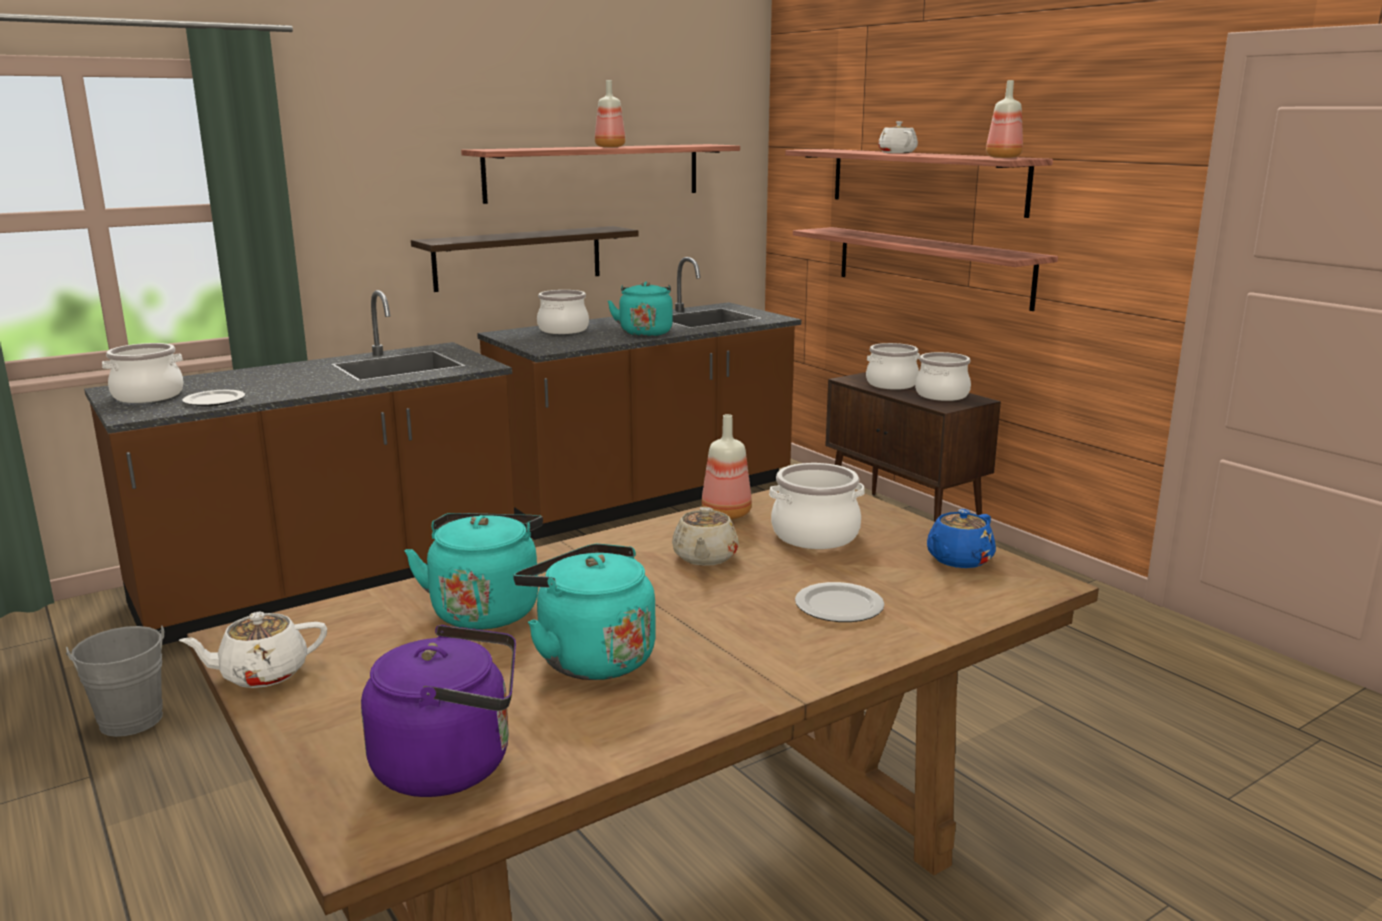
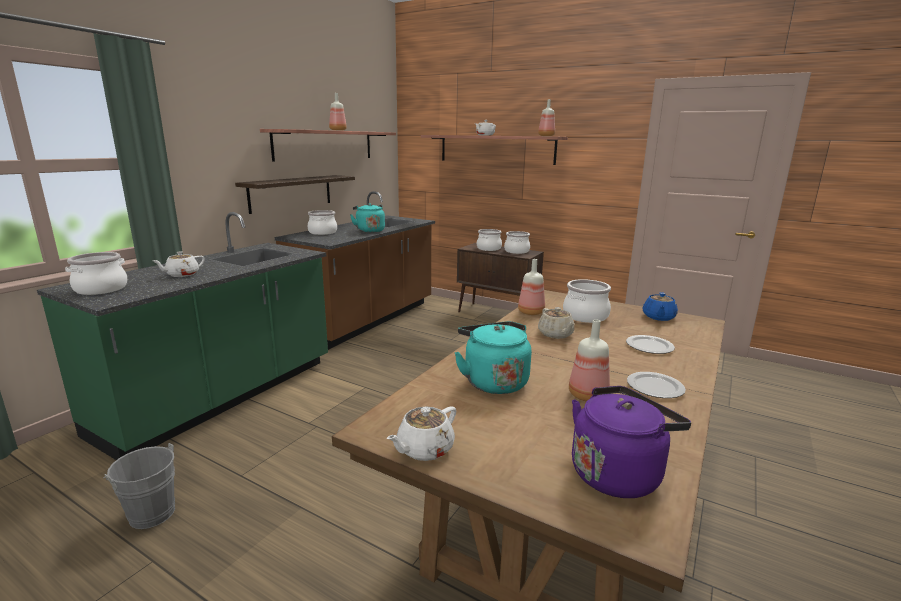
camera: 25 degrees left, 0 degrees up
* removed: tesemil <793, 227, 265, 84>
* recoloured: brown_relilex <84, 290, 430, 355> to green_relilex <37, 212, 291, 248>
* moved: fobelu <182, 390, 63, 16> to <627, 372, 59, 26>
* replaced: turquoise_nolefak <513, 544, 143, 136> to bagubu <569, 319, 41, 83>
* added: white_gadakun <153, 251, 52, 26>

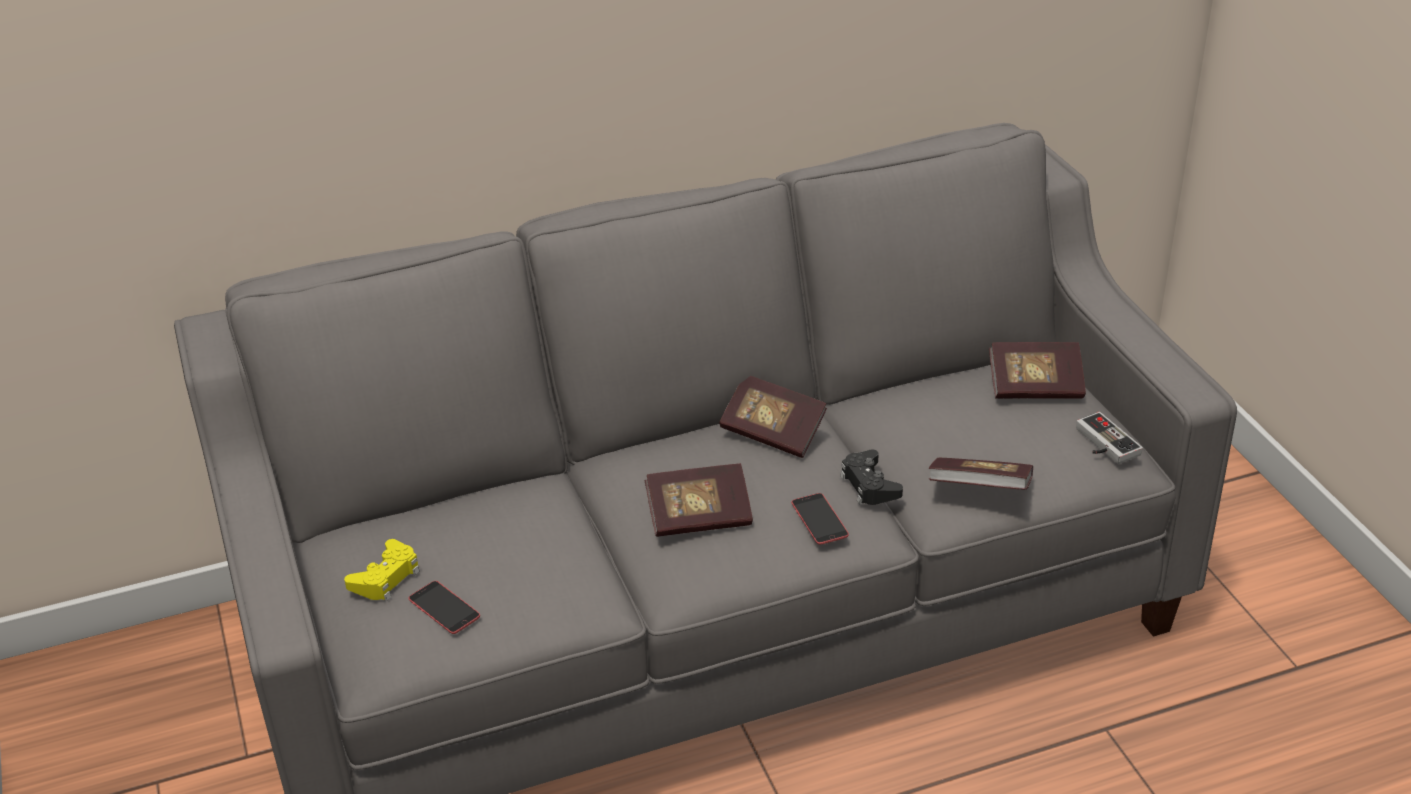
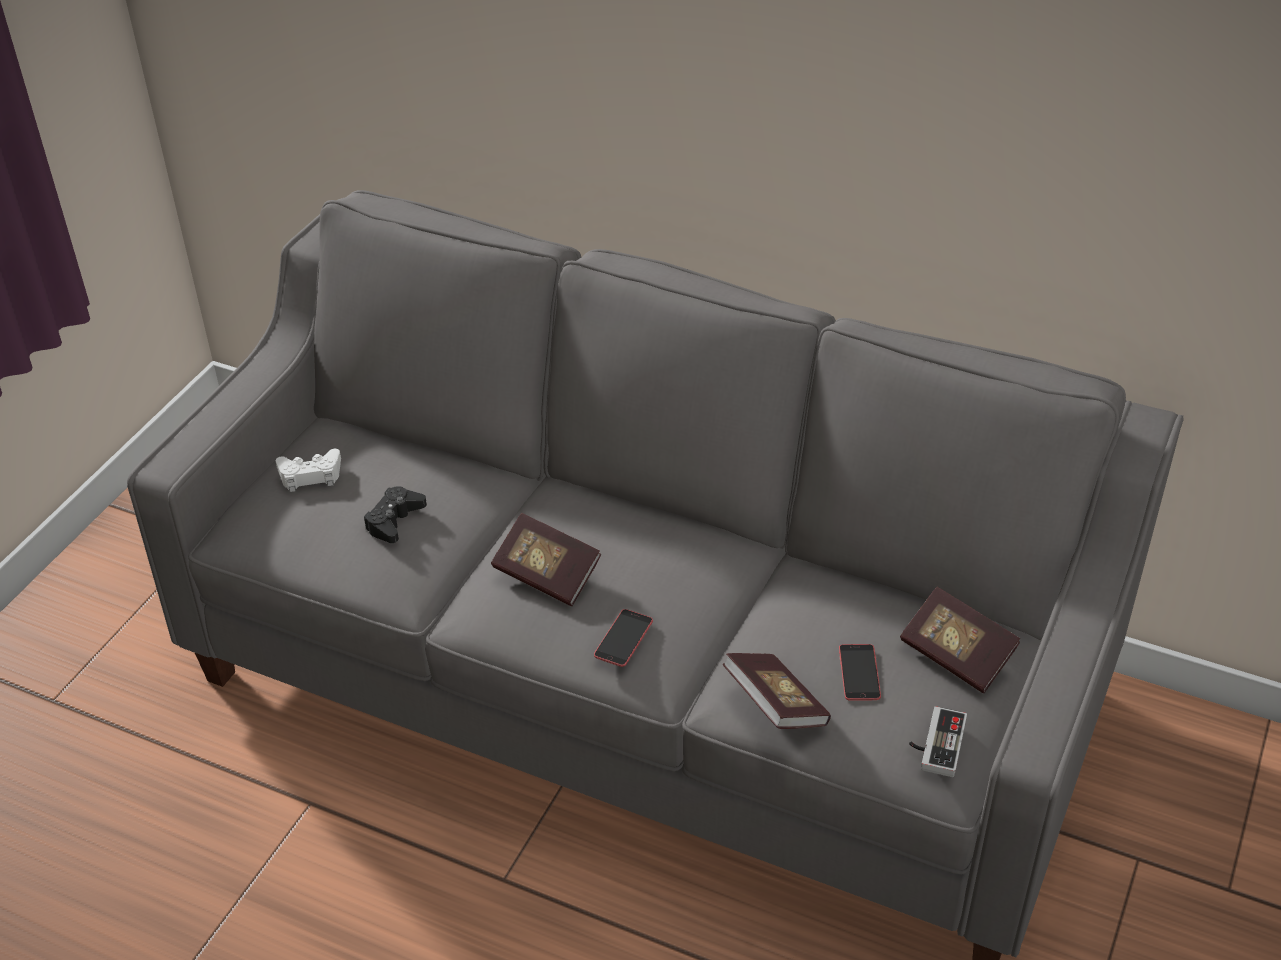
camera: 45 degrees right, 5 degrees up
* removed: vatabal <719, 376, 108, 82>
* moved: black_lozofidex <840, 450, 63, 55> to <364, 486, 63, 57>
* recoloured: yellow_lozofidex <344, 539, 76, 62> to white_lozofidex <276, 449, 65, 43>
* moved: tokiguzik <408, 581, 72, 53> to <839, 644, 42, 57>

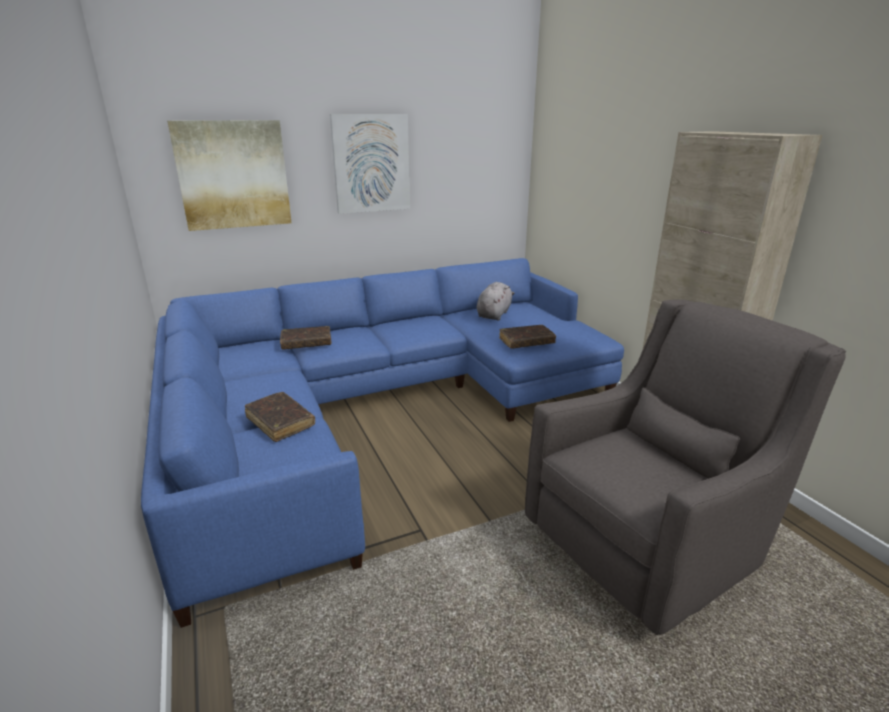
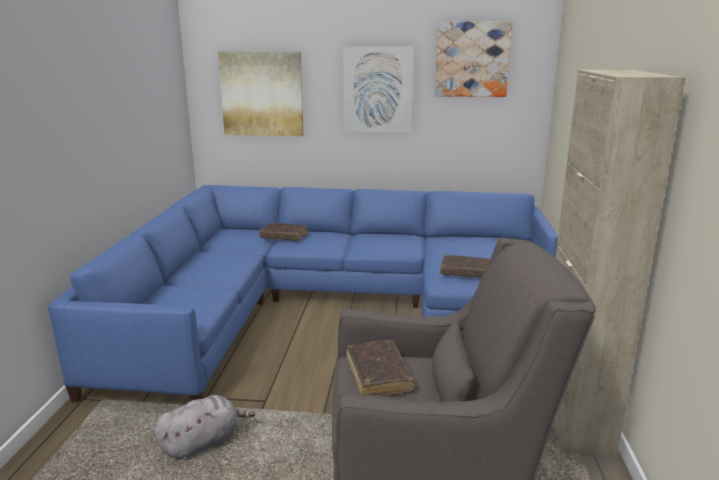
camera: 30 degrees right, 5 degrees down
* moved: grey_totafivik <477, 282, 38, 38> to <154, 395, 101, 66>
* moved: brown_vatabal <245, 392, 70, 50> to <346, 340, 69, 56>
* added: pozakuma <435, 21, 77, 76>

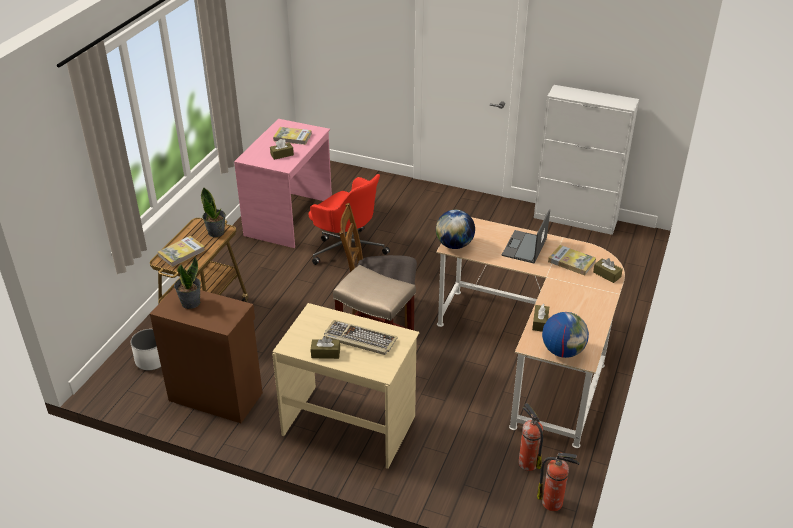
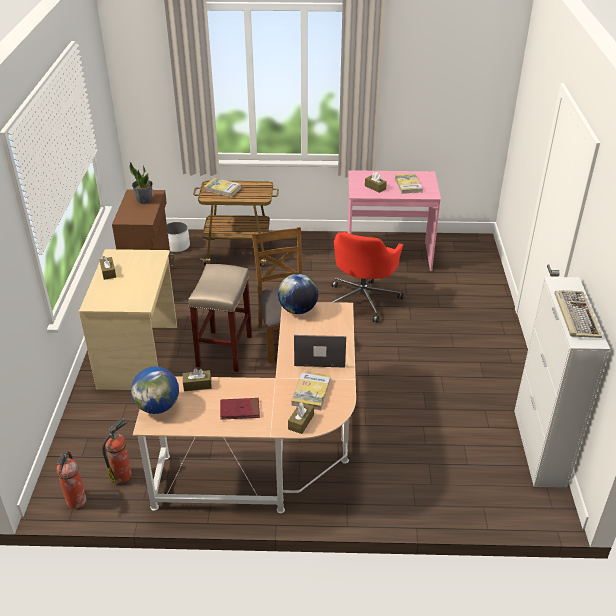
camera: 70 degrees right, 0 degrees up
* removed: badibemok <201, 187, 25, 50>
* moved: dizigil <324, 320, 74, 35> to <554, 290, 48, 48>
* added: red_vatabal <220, 398, 40, 22>

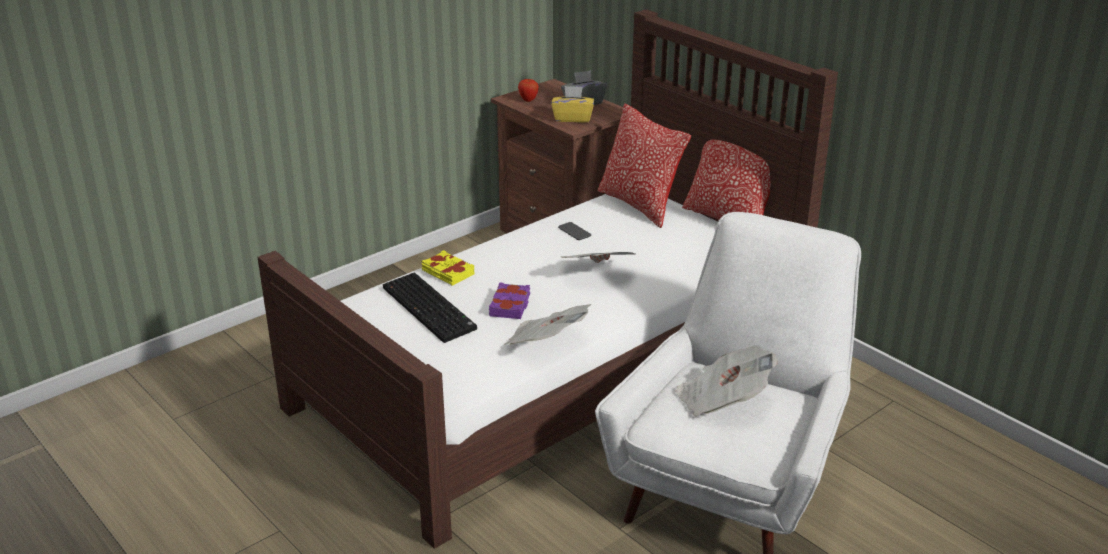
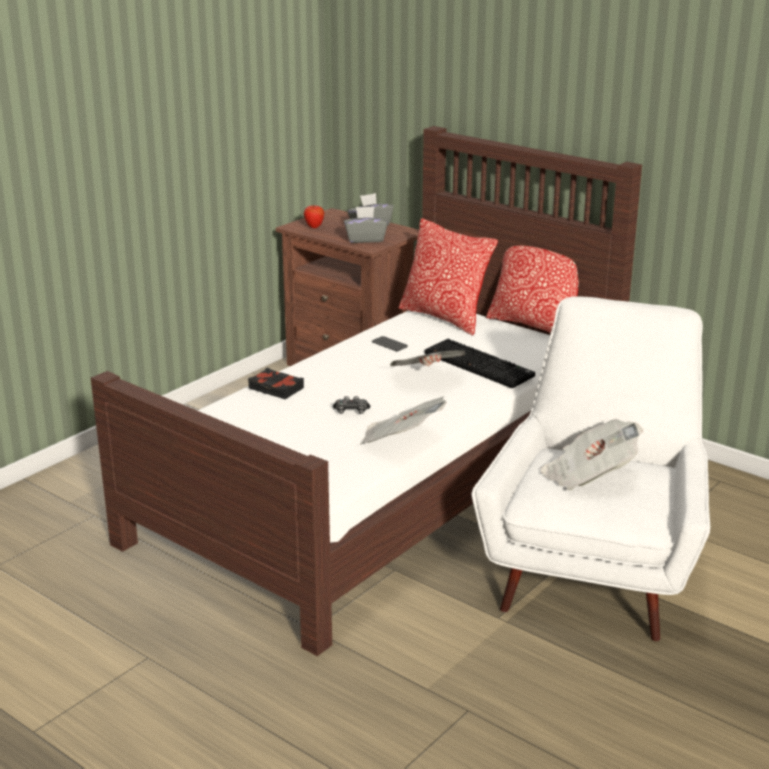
camera: 10 degrees left, 5 degrees down
* recoloured: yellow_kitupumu <551, 86, 43, 37> to grey_kitupumu <344, 207, 44, 36>
* recoloured: yellow_vatabal <422, 250, 52, 36> to black_vatabal <248, 368, 56, 31>
* moved: dizigil <383, 273, 94, 70> to <424, 339, 111, 49>
* replaced: purple_vatabal <489, 282, 41, 37> to lozofidex <333, 396, 37, 18>

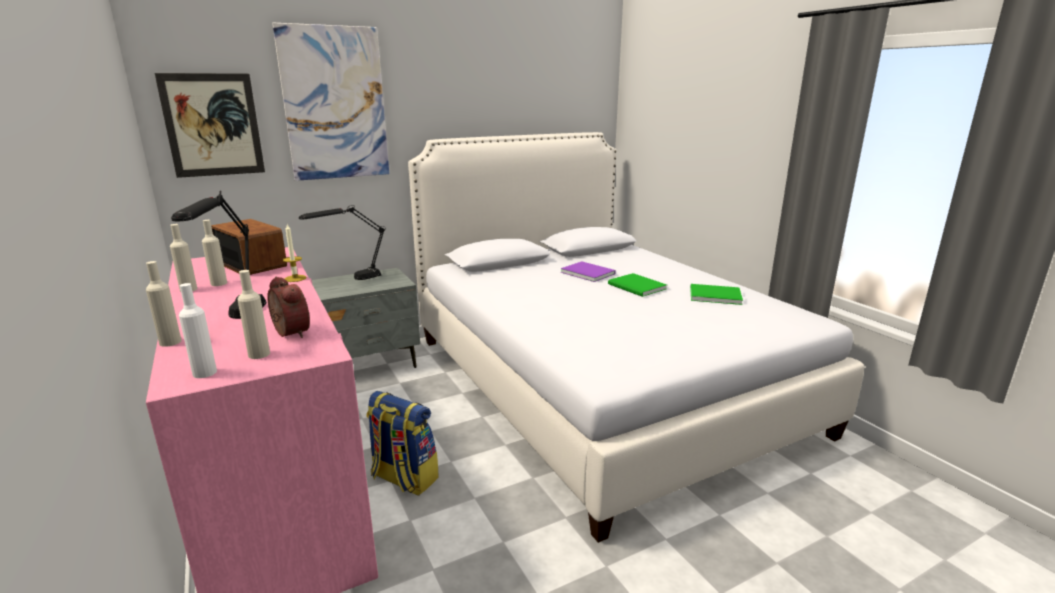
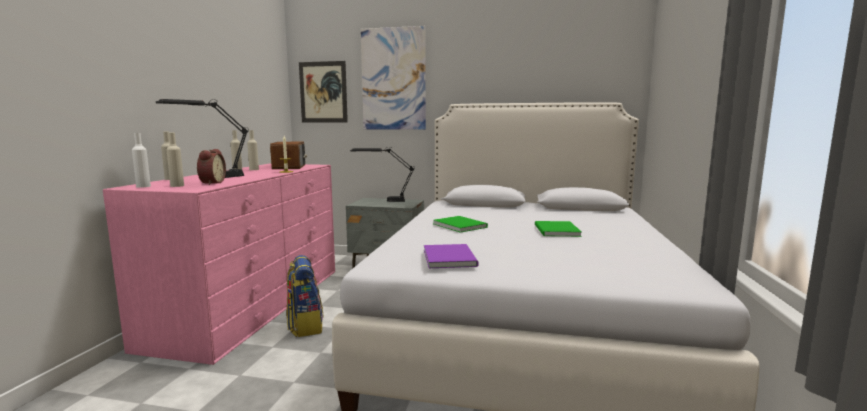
camera: 40 degrees right, 10 degrees down
* moved: purple_vatabal <561, 261, 55, 21> to <424, 244, 55, 24>
* moved: green_vatabal <690, 284, 53, 21> to <434, 216, 54, 17>

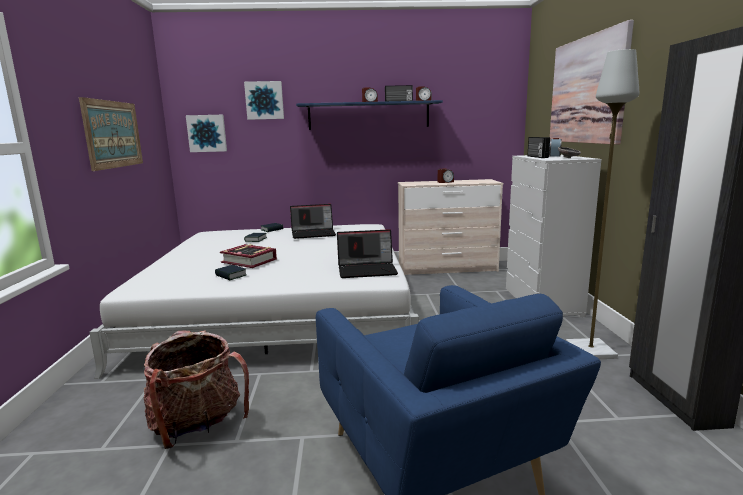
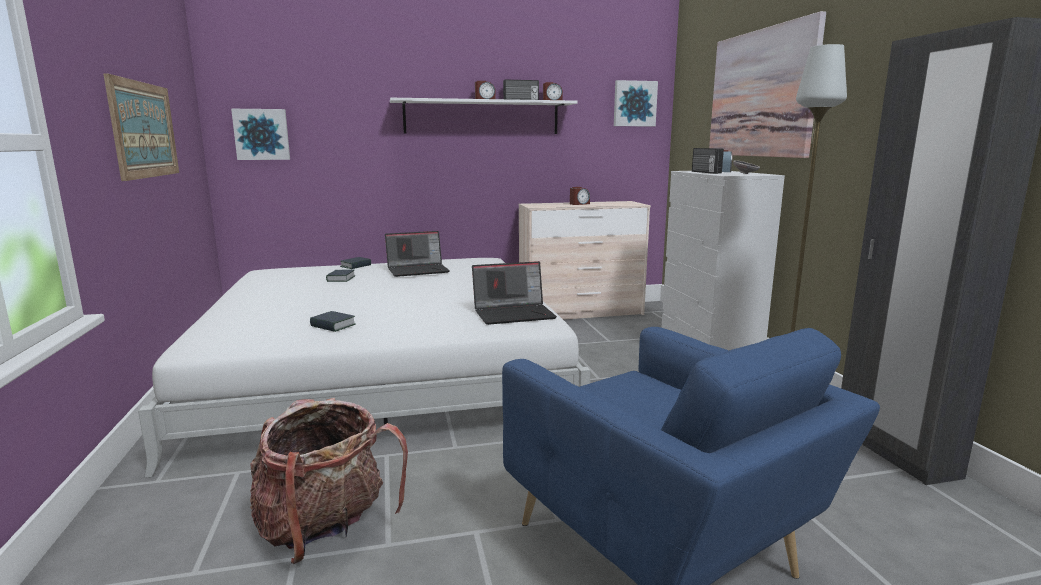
camera: 10 degrees left, 0 degrees up
* moved: pozakuma <244, 81, 40, 39> to <614, 80, 44, 46>
* recoloured: blue_tesemil <296, 100, 147, 30> to white_tesemil <390, 98, 188, 36>
* removed: vatabal <220, 244, 57, 24>

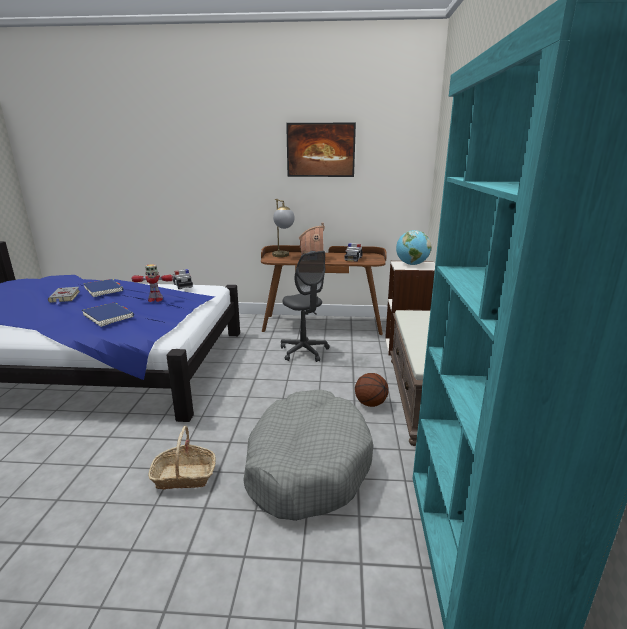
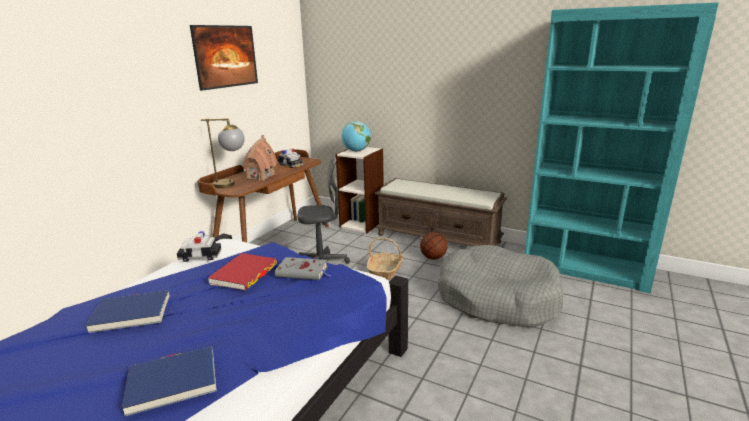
camera: 65 degrees left, 0 degrees up
* replaced: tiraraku <132, 264, 41, 38> to red_vatabal <208, 253, 69, 37>
* moved: grey_vatabal <48, 287, 32, 18> to <275, 257, 56, 23>
* moved: blue_vatabal <82, 302, 52, 25> to <122, 346, 95, 70>
* moved: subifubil <148, 426, 68, 64> to <367, 238, 37, 42>

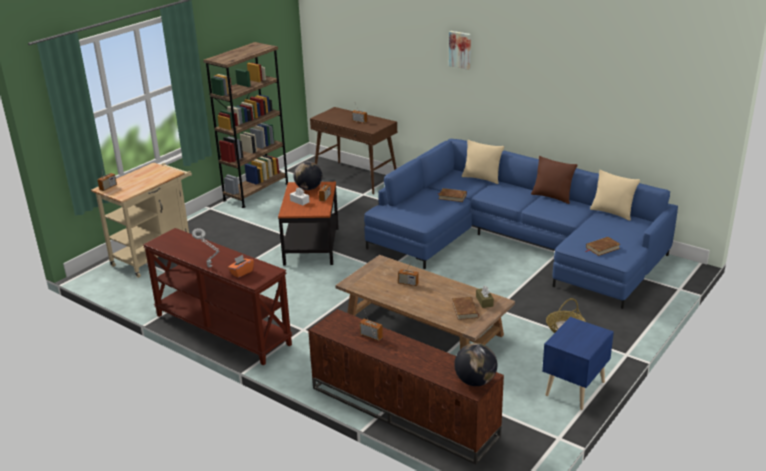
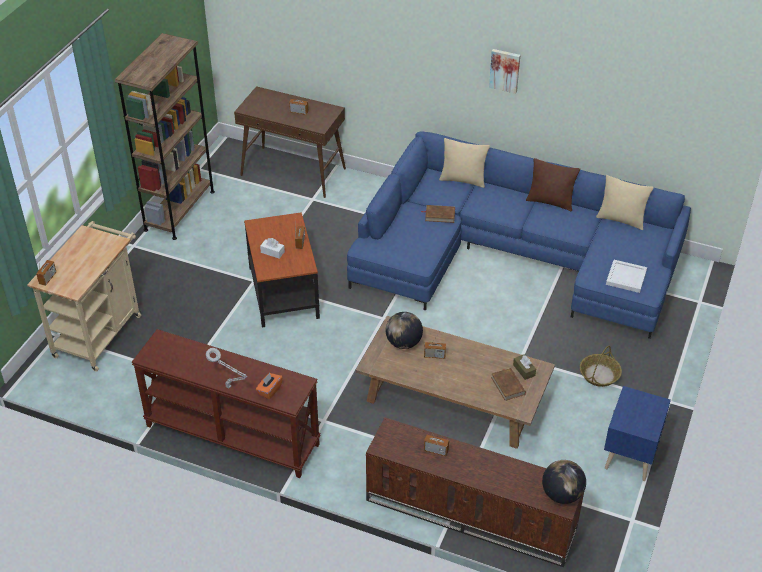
camera: 15 degrees left, 15 degrees up
* moved: pozakuma <449, 31, 22, 39> to <489, 49, 31, 45>
* moved: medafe <293, 161, 29, 29> to <386, 312, 37, 37>
* replaced: brown_vatabal <585, 237, 35, 19> to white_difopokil <606, 260, 41, 33>

